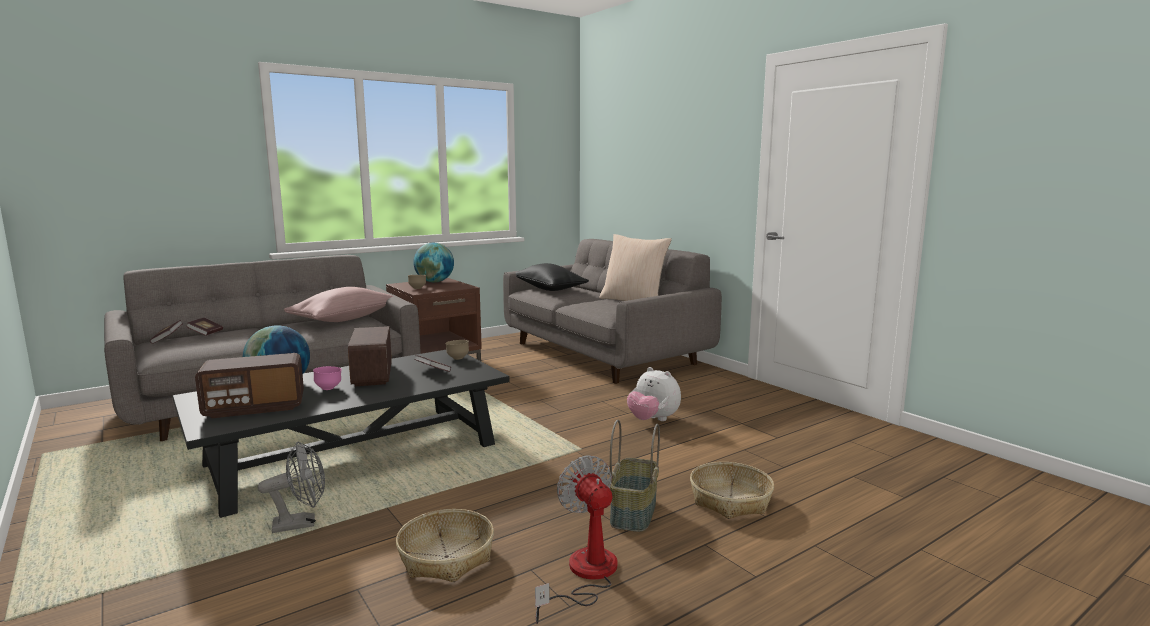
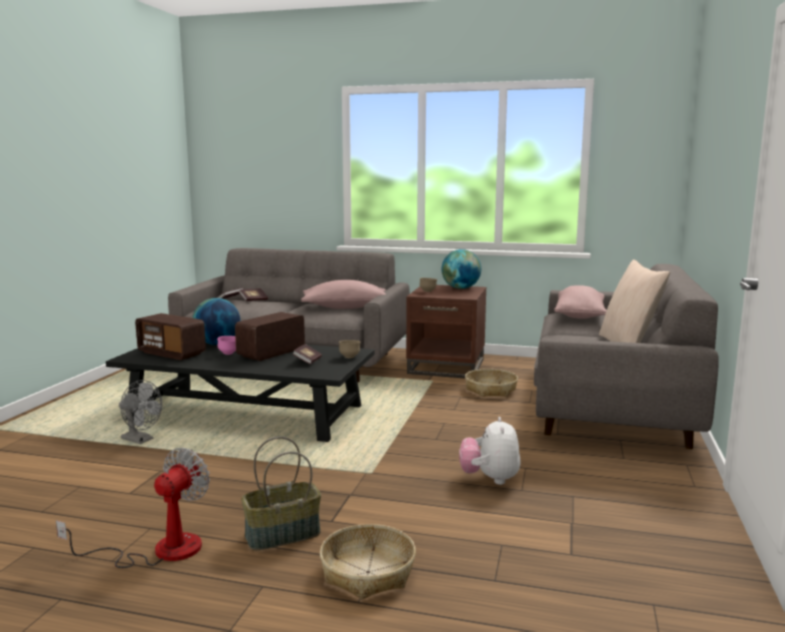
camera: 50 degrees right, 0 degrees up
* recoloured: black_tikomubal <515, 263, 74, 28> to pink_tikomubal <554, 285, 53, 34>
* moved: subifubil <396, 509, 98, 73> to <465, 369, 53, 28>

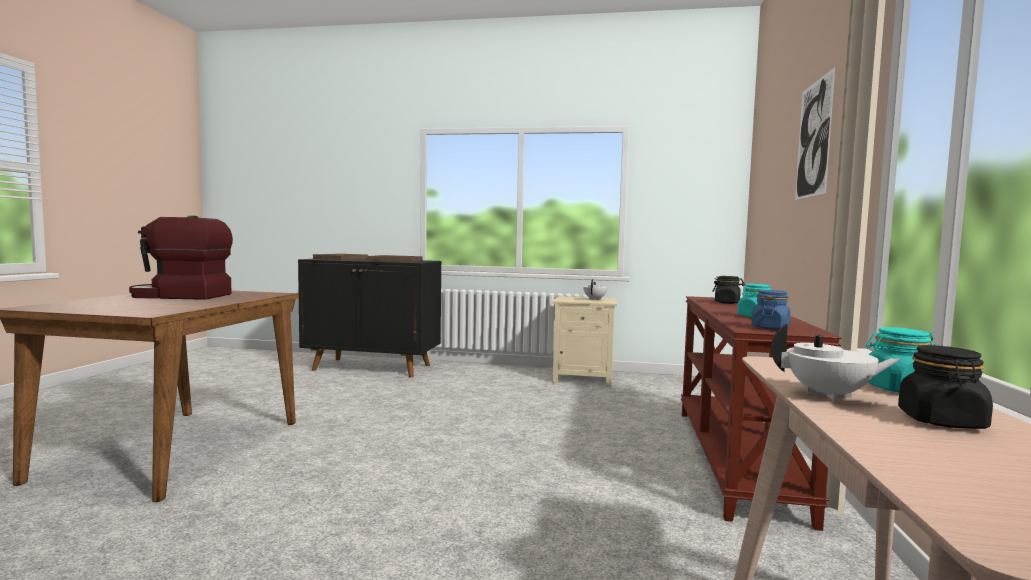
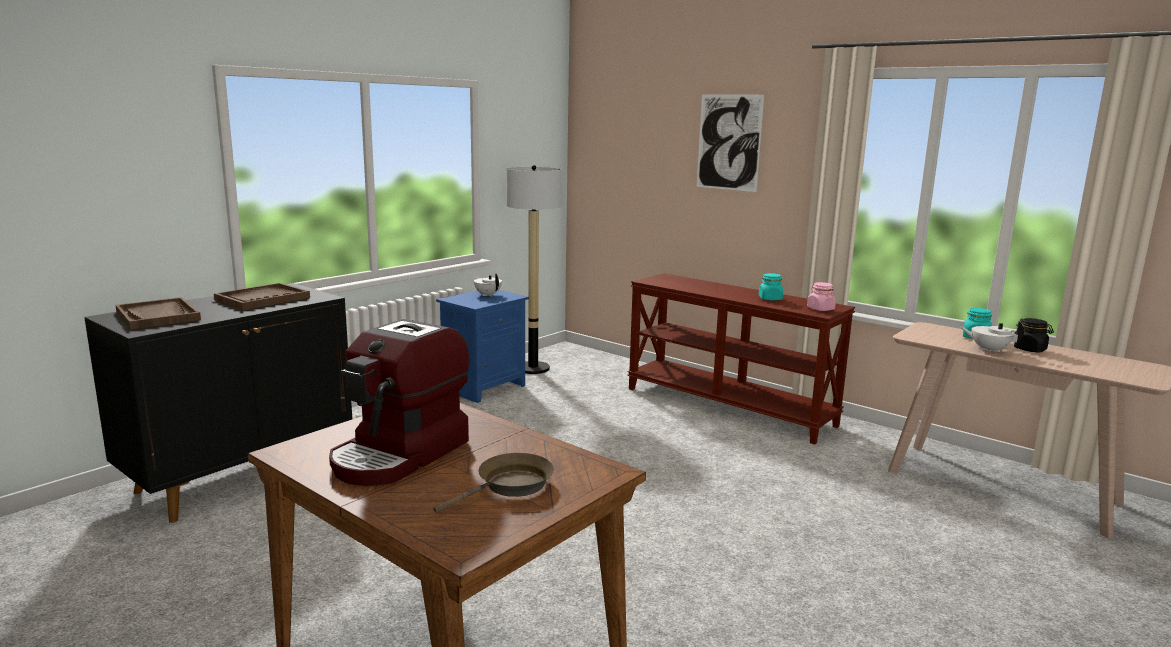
camera: 60 degrees left, 10 degrees up
* removed: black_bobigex <712, 276, 33, 28>
* recoloured: blue_bobigex <751, 290, 39, 40> to pink_bobigex <807, 282, 29, 29>
* recoloured: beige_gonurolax <552, 296, 65, 91> to blue_gonurolax <436, 290, 93, 113>
* turned: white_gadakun <771, 324, 130, 77> = <960, 321, 64, 32> 105 degrees counterclockwise
* added: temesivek <506, 165, 56, 209>
* added: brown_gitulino <433, 453, 121, 60>

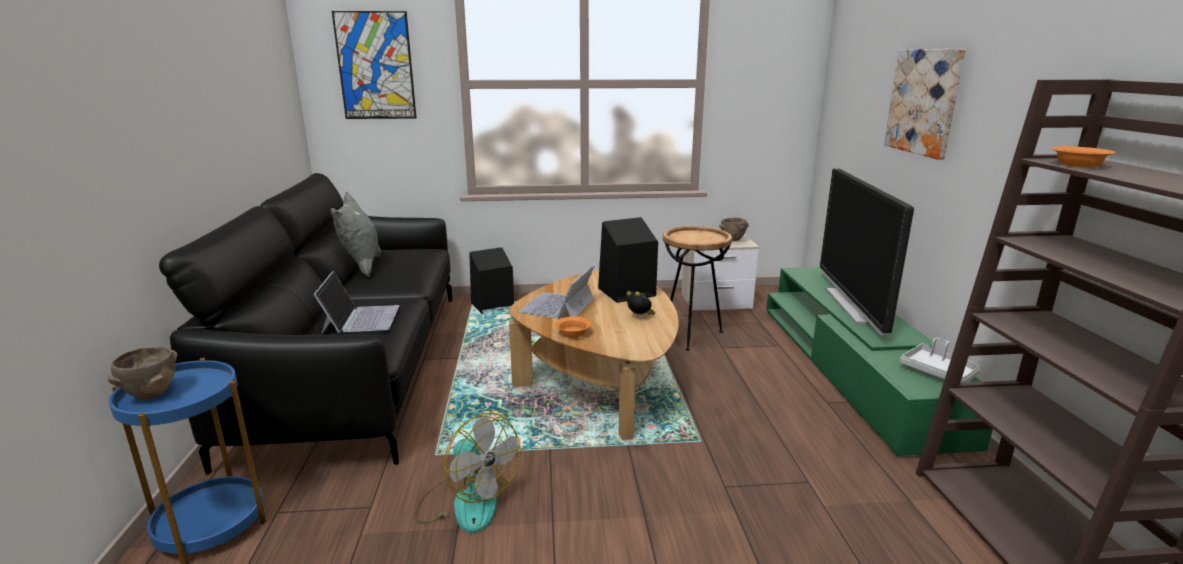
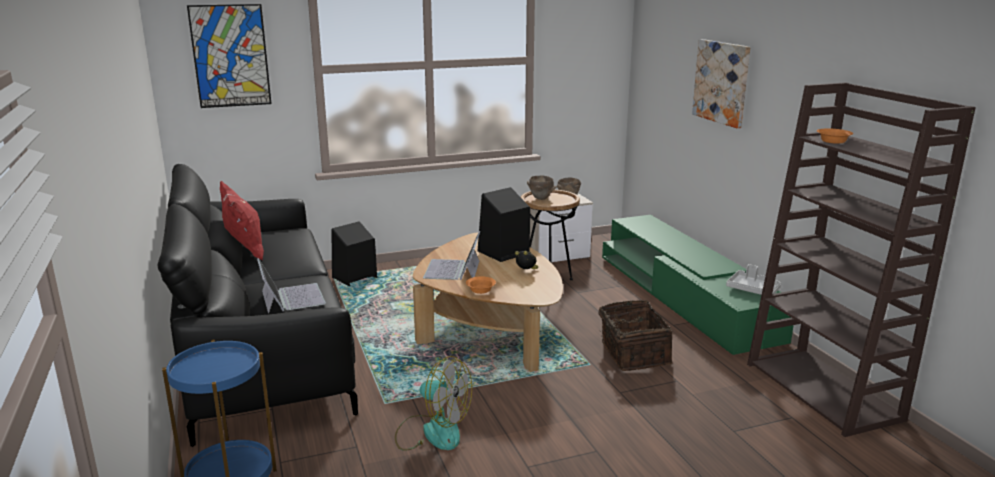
camera: 15 degrees left, 0 degrees up
* removed: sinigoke <820, 169, 94, 167>
* recoloured: grey_tikomubal <330, 191, 51, 86> to red_tikomubal <220, 181, 44, 80>
* moved: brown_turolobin <108, 347, 70, 53> to <527, 175, 29, 25>
* added: subifubil <599, 300, 73, 71>

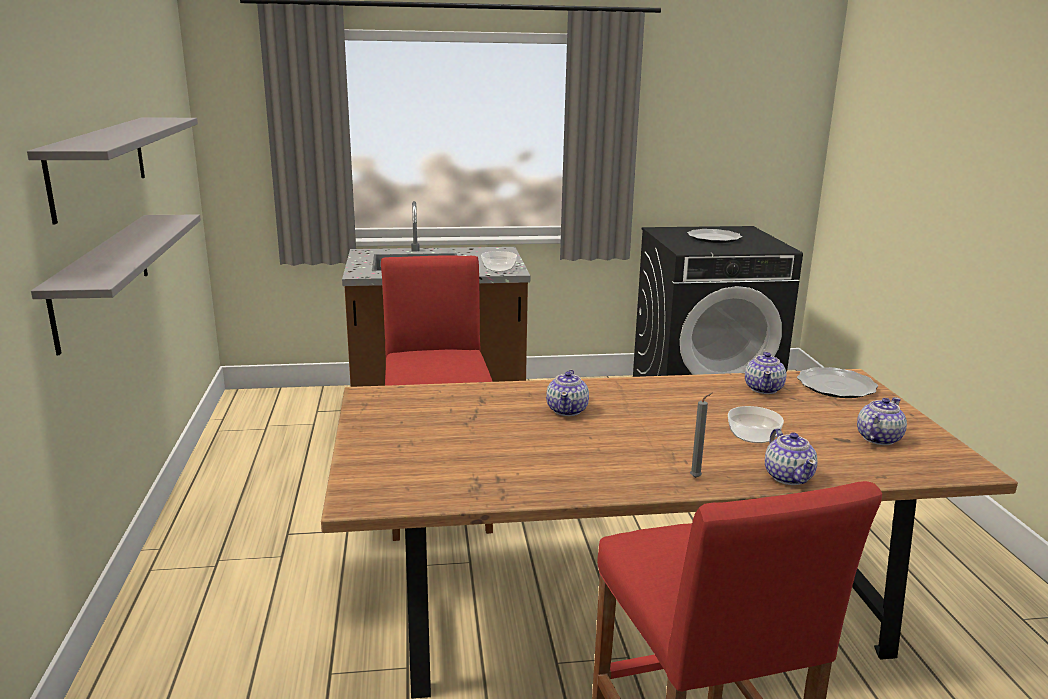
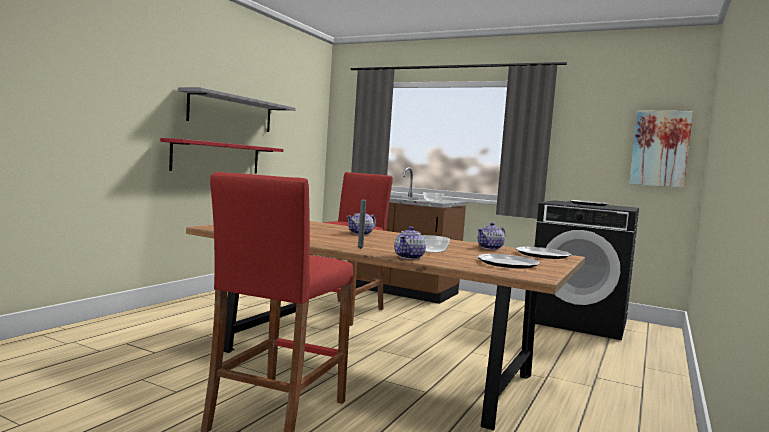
camera: 35 degrees right, 15 degrees down
* recoloured: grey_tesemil <31, 214, 170, 141> to red_tesemil <160, 138, 123, 36>
* replaced: gadakun <857, 397, 50, 48> to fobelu <477, 254, 63, 15>
* added: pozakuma <629, 110, 64, 78>

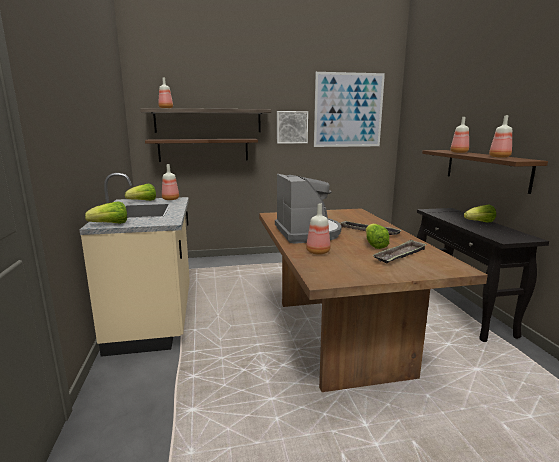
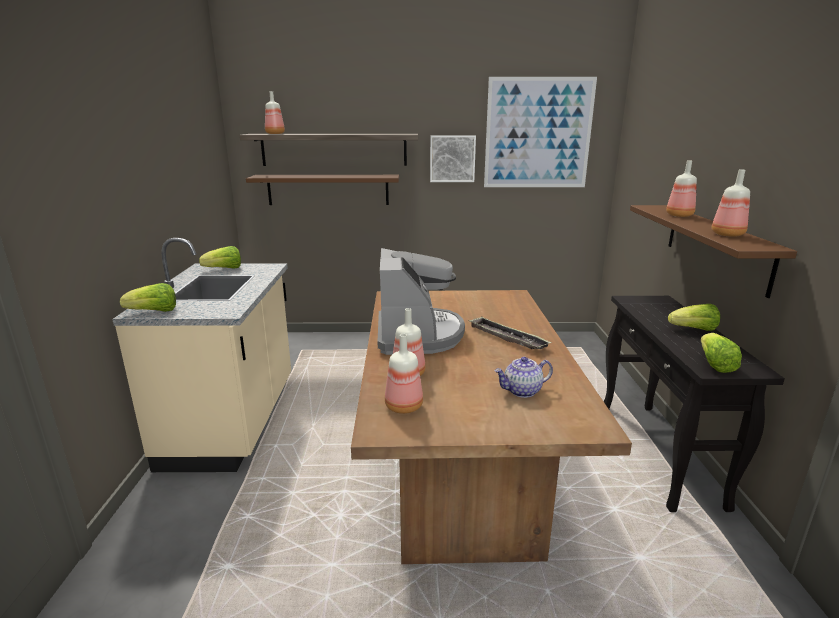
camera: 10 degrees right, 5 degrees up
* moved: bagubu <162, 164, 17, 36> to <385, 334, 38, 80>
* moved: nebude <366, 224, 23, 25> to <701, 333, 41, 40>
* replaced: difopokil <373, 240, 54, 24> to gadakun <494, 357, 59, 41>

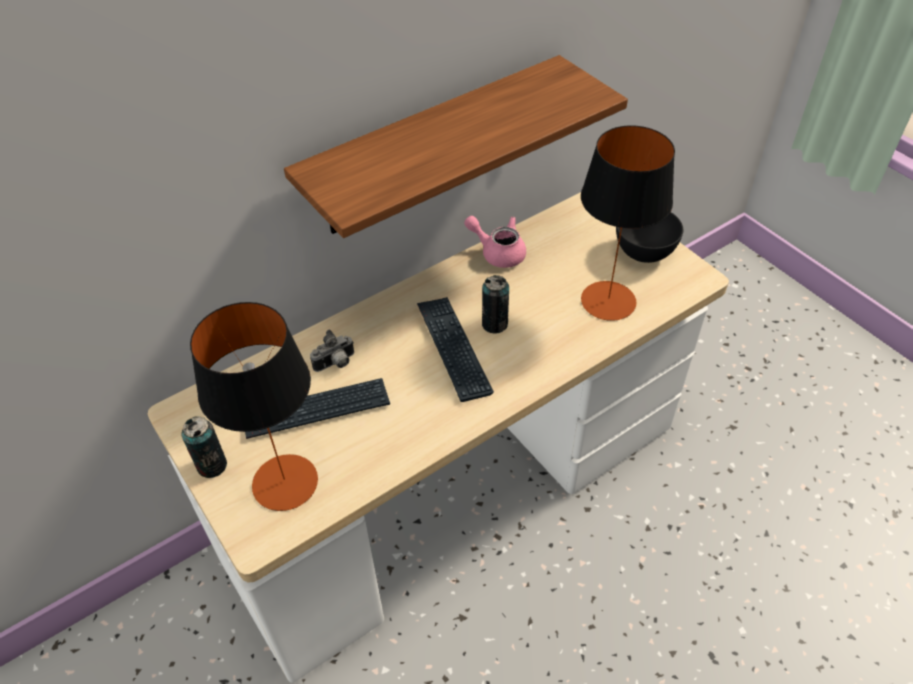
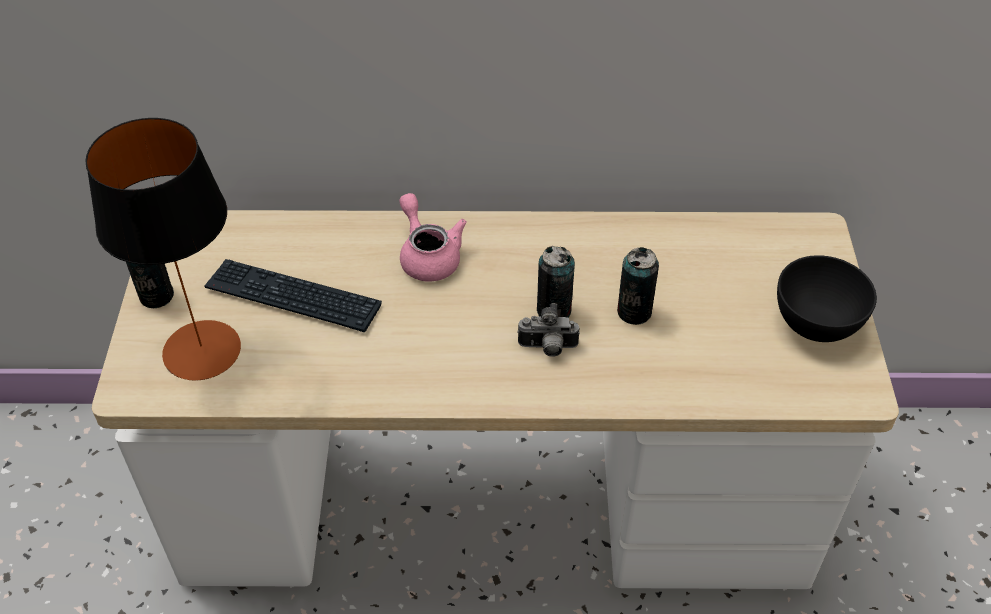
camera: 35 degrees right, 0 degrees up
* removed: tesemil <284, 55, 344, 183>
* removed: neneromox <581, 125, 94, 196>
* moved: pink_gadakun <464, 216, 62, 52> to <400, 193, 67, 89>
* removed: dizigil <417, 297, 77, 105>
* moved: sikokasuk <310, 330, 44, 42> to <517, 303, 63, 54>
* added: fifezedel <617, 247, 42, 78>

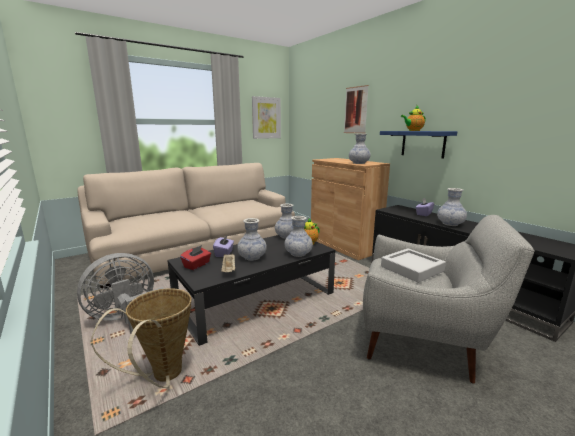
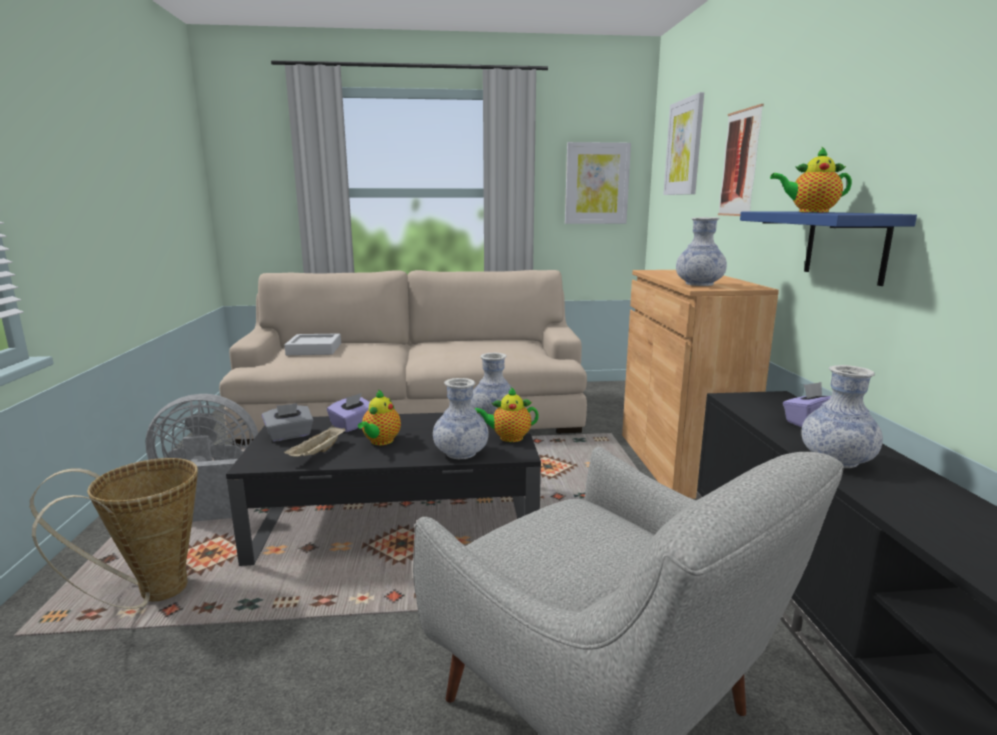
camera: 30 degrees right, 0 degrees up
* replaced: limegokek <237, 218, 30, 43> to gadakun <358, 389, 43, 56>
* recoloured: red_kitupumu <180, 245, 31, 25> to grey_kitupumu <262, 403, 51, 39>
* moved: grey_difopokil <381, 248, 65, 35> to <285, 333, 56, 22>
* added: pozakuma <663, 92, 41, 103>

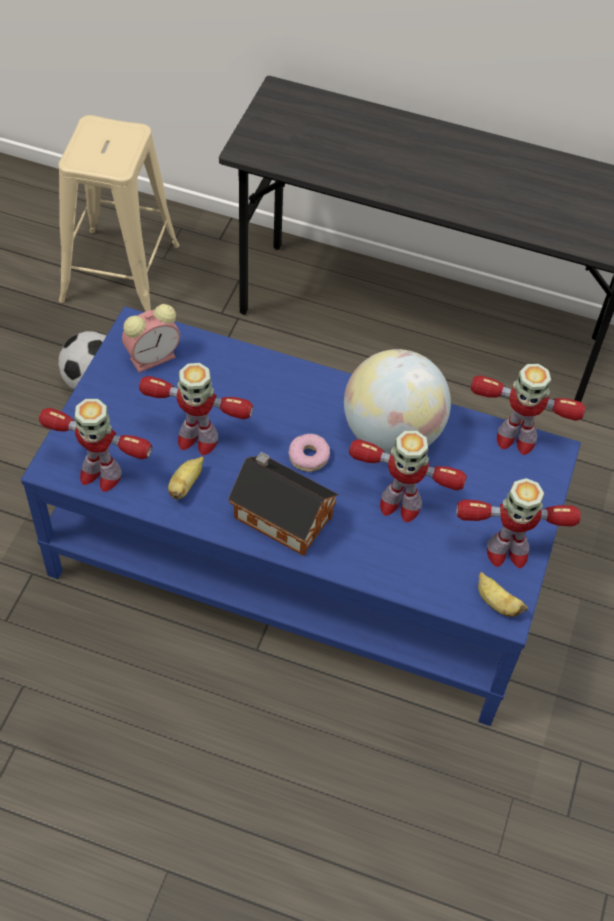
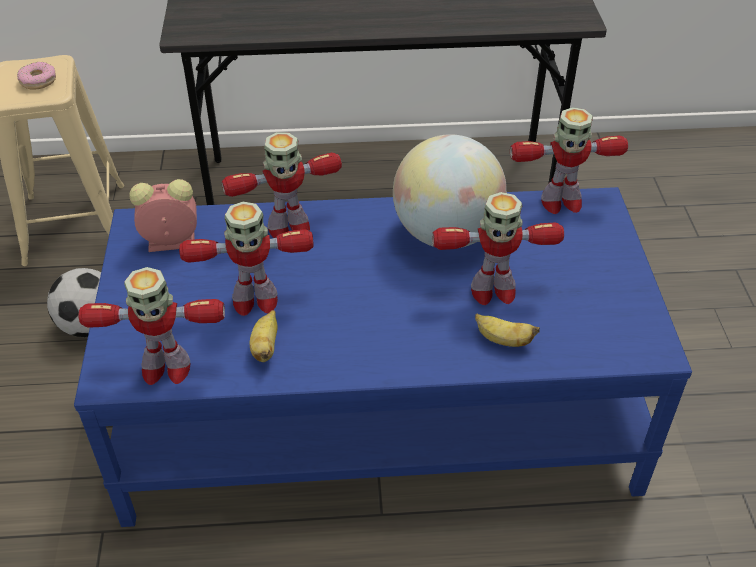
camera: 20 degrees left, 10 degrees down
* turned: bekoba <122, 304, 58, 69> = <129, 179, 68, 73> 135 degrees counterclockwise
* moved: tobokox <288, 434, 42, 38> to <17, 62, 39, 27>
* removed: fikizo <228, 452, 111, 104>
* moved: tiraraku <456, 478, 125, 90> to <222, 132, 120, 106>
* moved: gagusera <478, 572, 50, 45> to <475, 314, 65, 33>

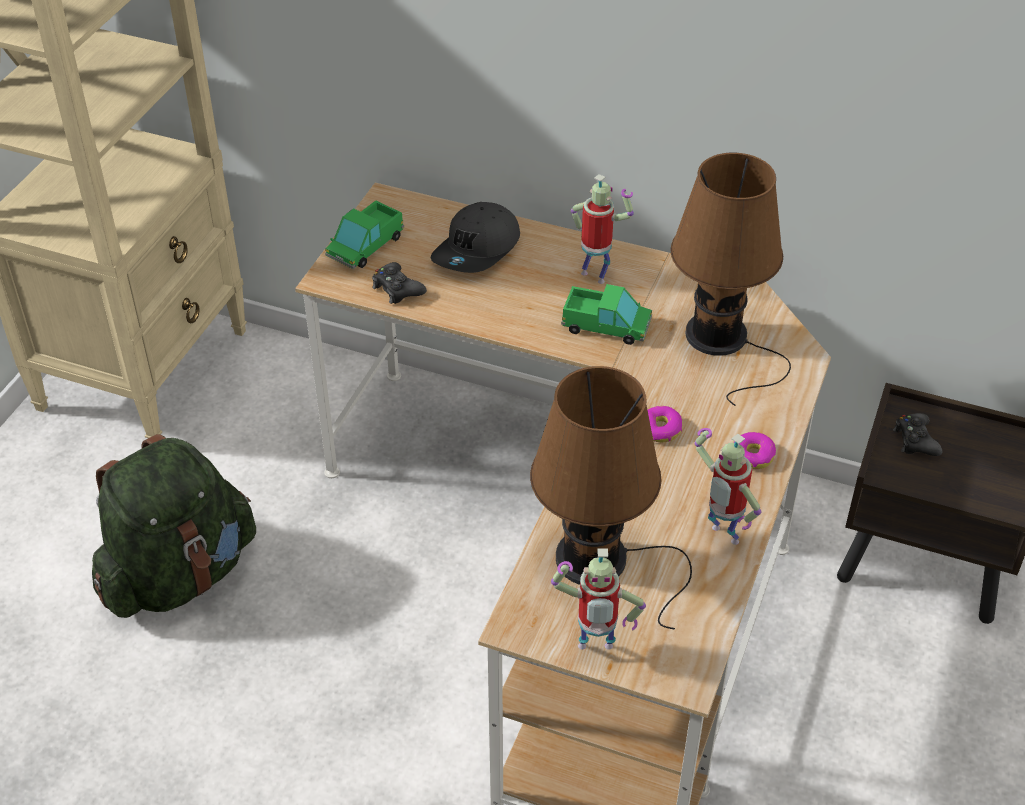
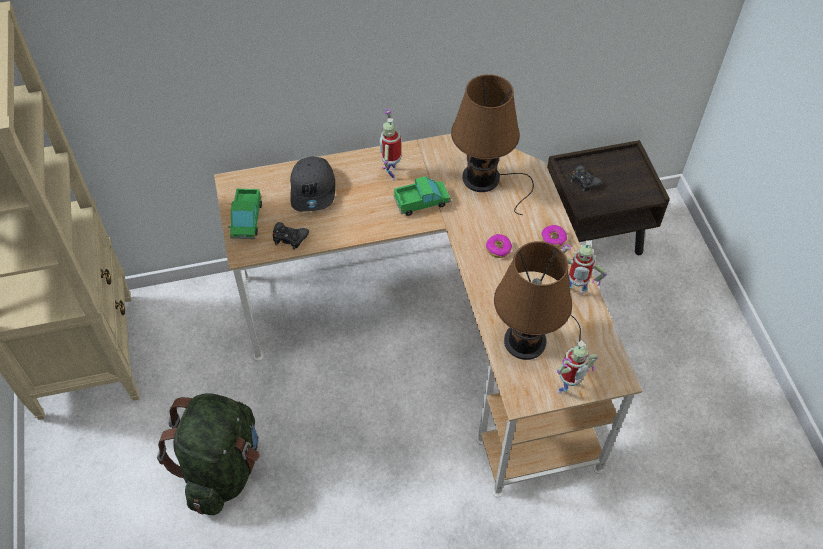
camera: 35 degrees left, 10 degrees up
* turned: tiraraku <571, 174, 63, 110> = <380, 109, 21, 72> 90 degrees counterclockwise

